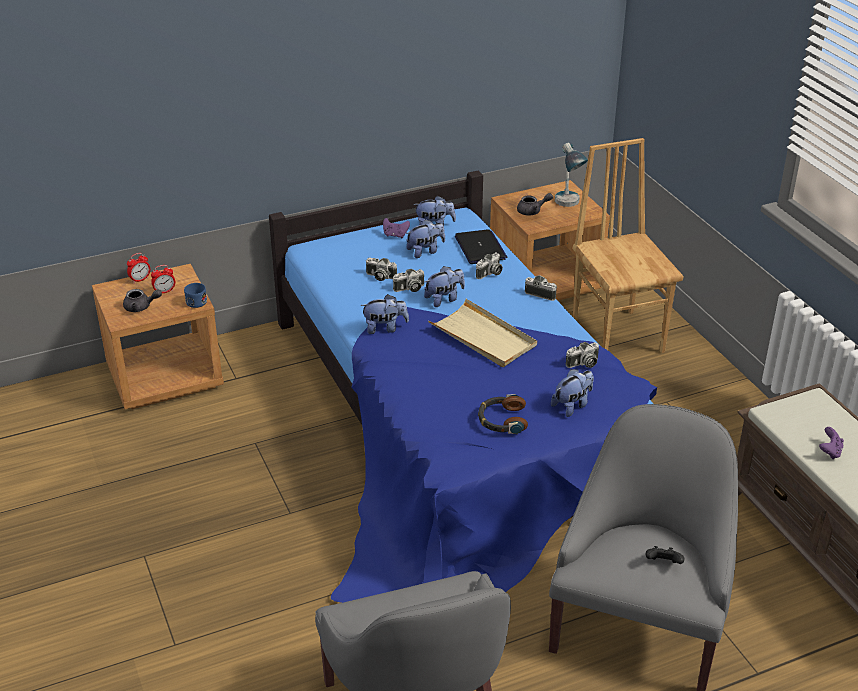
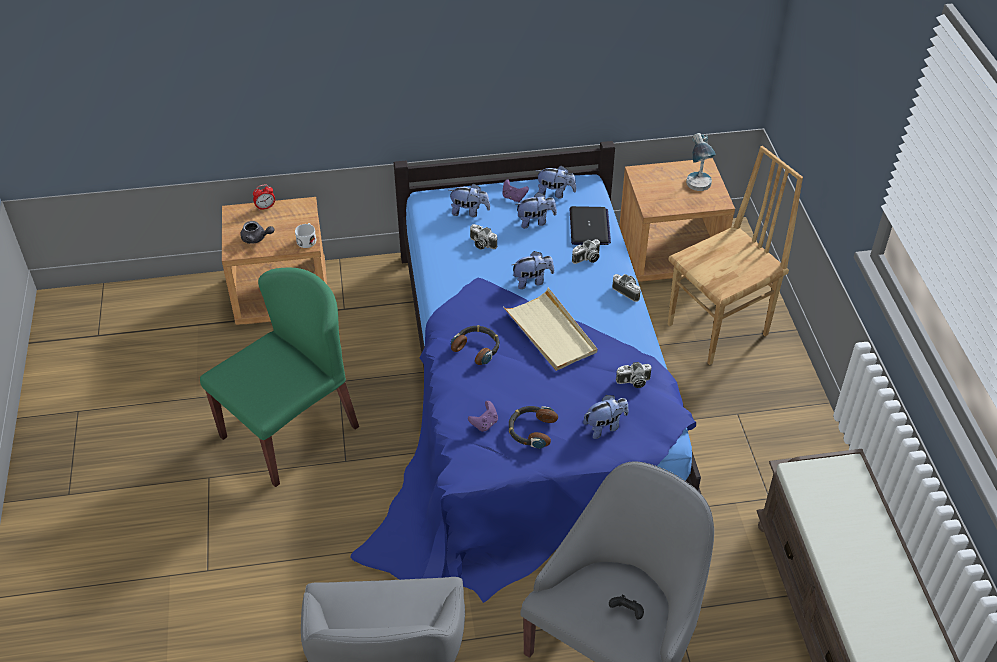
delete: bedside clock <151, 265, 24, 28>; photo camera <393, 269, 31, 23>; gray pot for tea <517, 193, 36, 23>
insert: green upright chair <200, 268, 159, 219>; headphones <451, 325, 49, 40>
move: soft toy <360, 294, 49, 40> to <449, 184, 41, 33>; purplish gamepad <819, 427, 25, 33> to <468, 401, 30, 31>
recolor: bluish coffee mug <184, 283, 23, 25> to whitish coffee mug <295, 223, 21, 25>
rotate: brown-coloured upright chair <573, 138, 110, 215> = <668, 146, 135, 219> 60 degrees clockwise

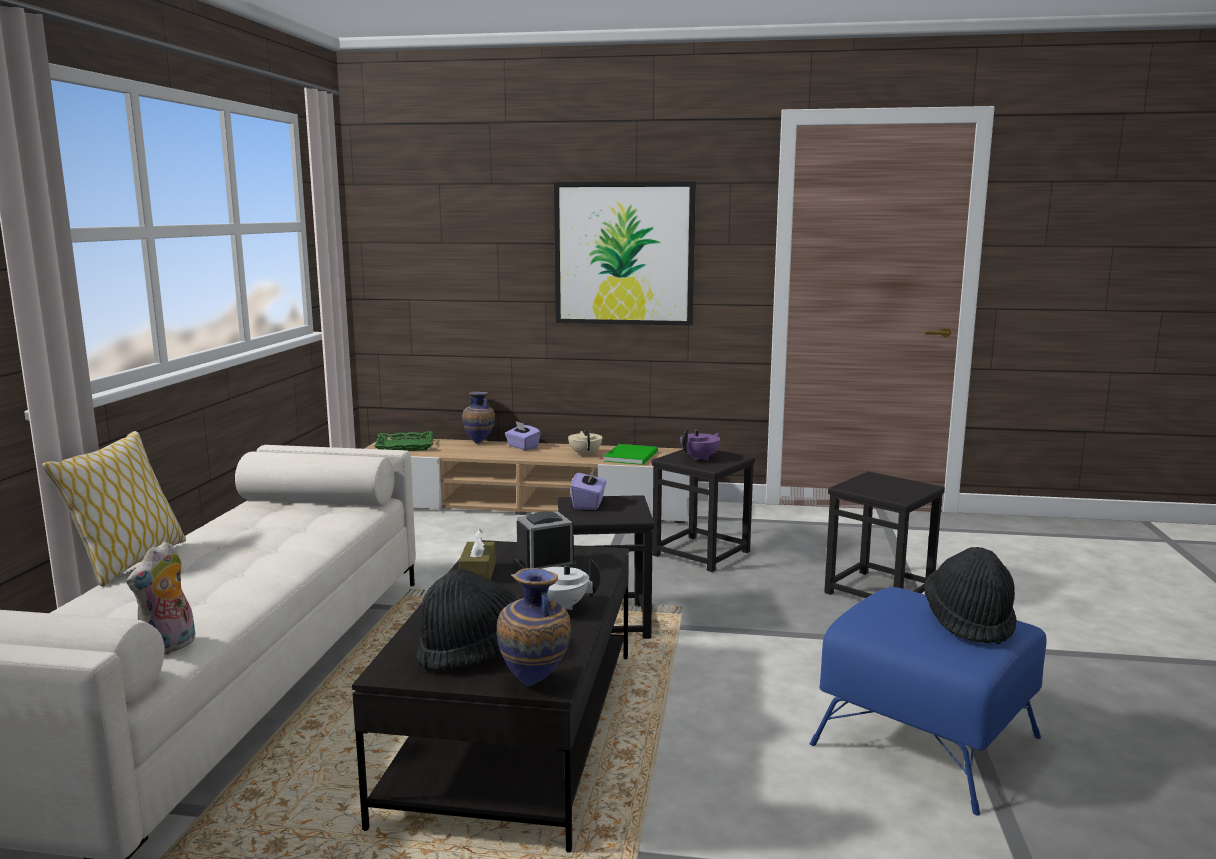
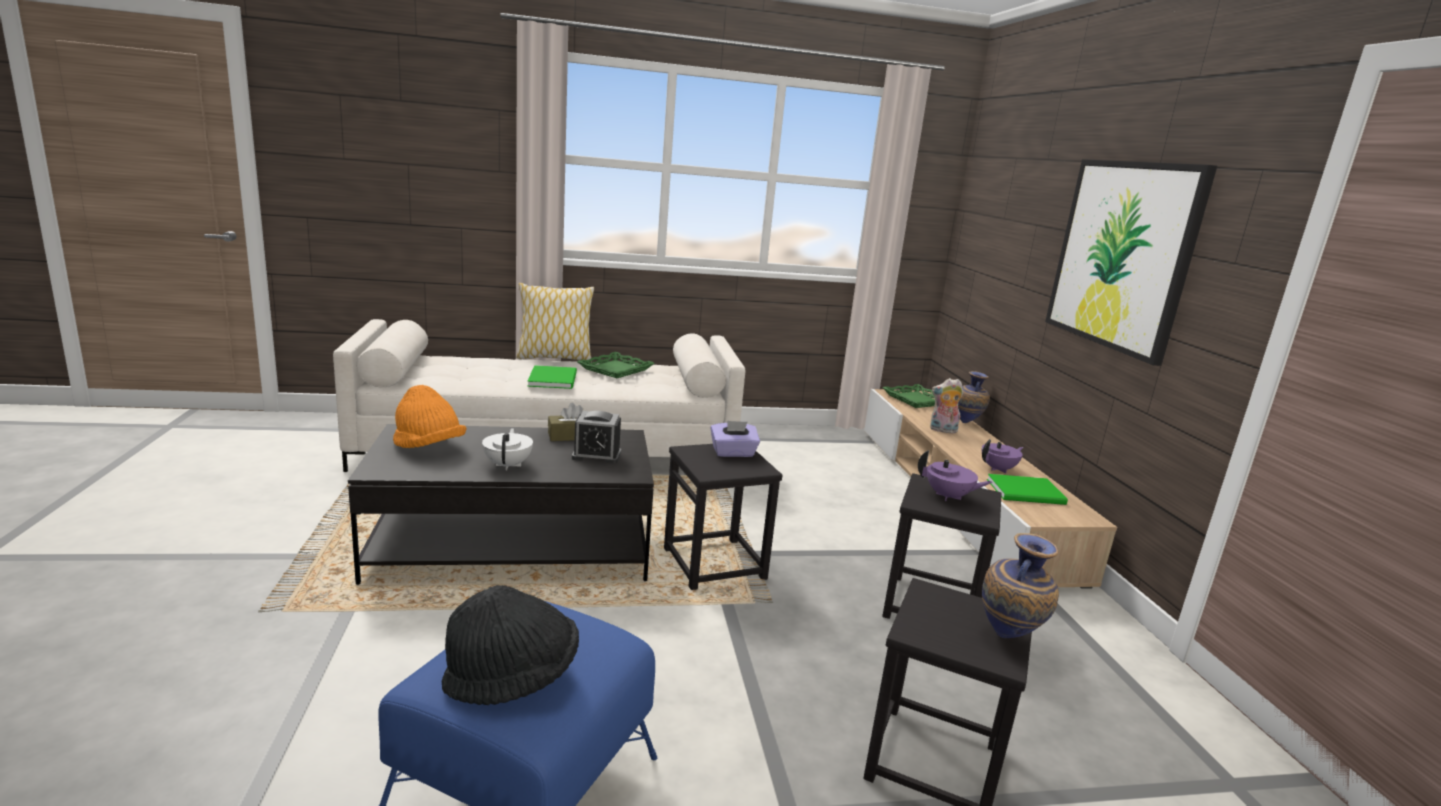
delete: purplish box of tissues <505, 421, 36, 29>
insert: green book <528, 365, 49, 24>; green serving tray <577, 352, 78, 26>
move: soft toy <127, 541, 68, 114> to <930, 378, 33, 55>; decorative vase <497, 568, 74, 119> to <982, 533, 77, 105>
recolor: black-coloured wearable hat <416, 569, 104, 102> to orangey wearable hat <393, 385, 73, 63>; sand-coloured pot for tea <568, 429, 34, 28> to purplish pot for tea <982, 439, 41, 34>
rotate: bedside clock <515, 511, 61, 59> = <572, 411, 49, 53> 135 degrees clockwise

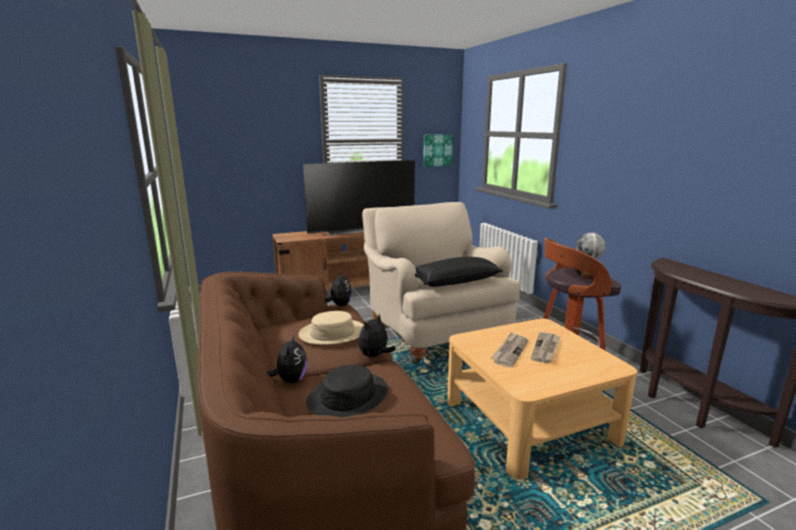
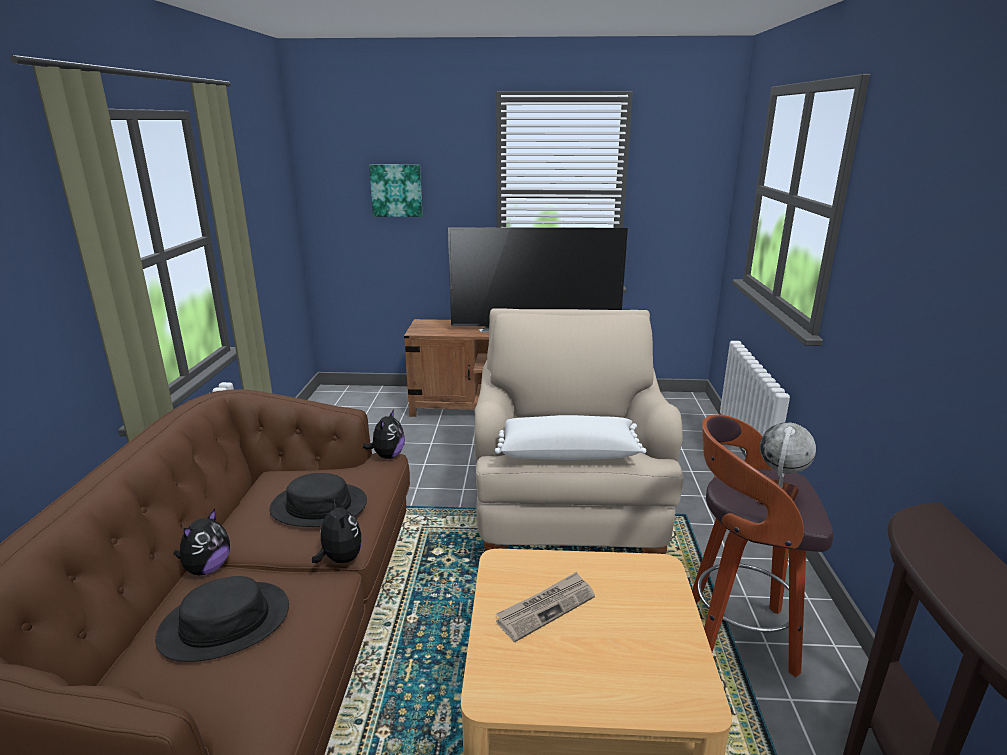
delete: daily paper <531, 332, 29, 31>
move: wall art <423, 134, 30, 33> to <369, 165, 54, 52>
recolor: sand-coloured wearable hat <299, 311, 65, 34> to black-coloured wearable hat <269, 473, 98, 54>; black-coloured cushion <415, 257, 88, 30> to whitish cushion <495, 415, 151, 45>
rotate: soft toy <358, 314, 38, 43> = <312, 498, 50, 65> 90 degrees clockwise

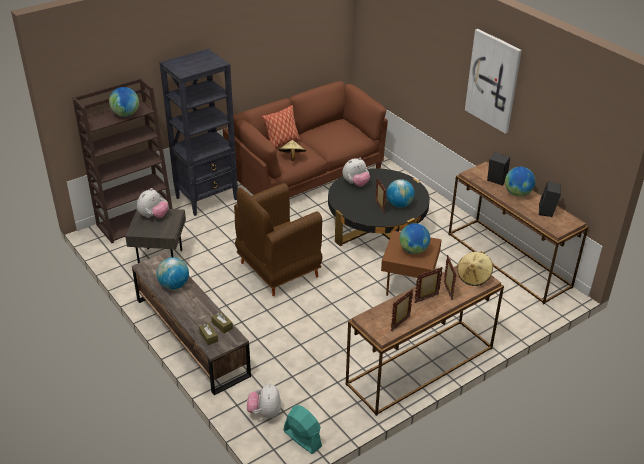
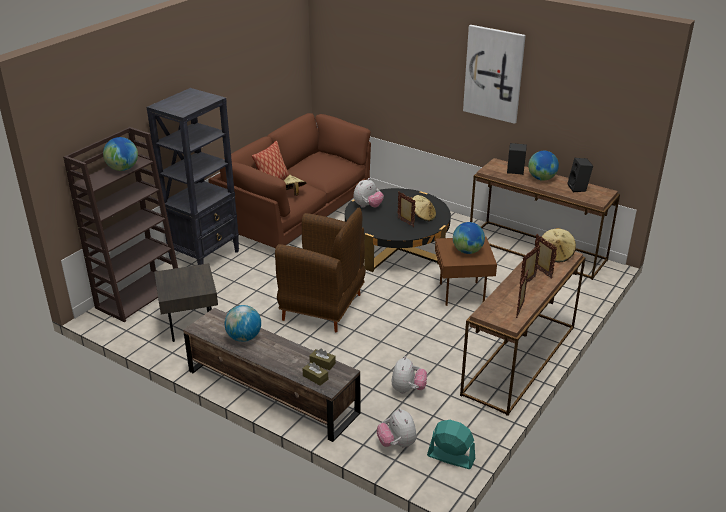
move: soft toy <137, 188, 31, 30> to <391, 356, 36, 38>
replace: globe <387, 179, 28, 28> to sand-coloured wearable hat <411, 195, 25, 26>
rotate: brown-coloured easy chair <234, 183, 89, 113> = <275, 208, 91, 124> 105 degrees counterclockwise

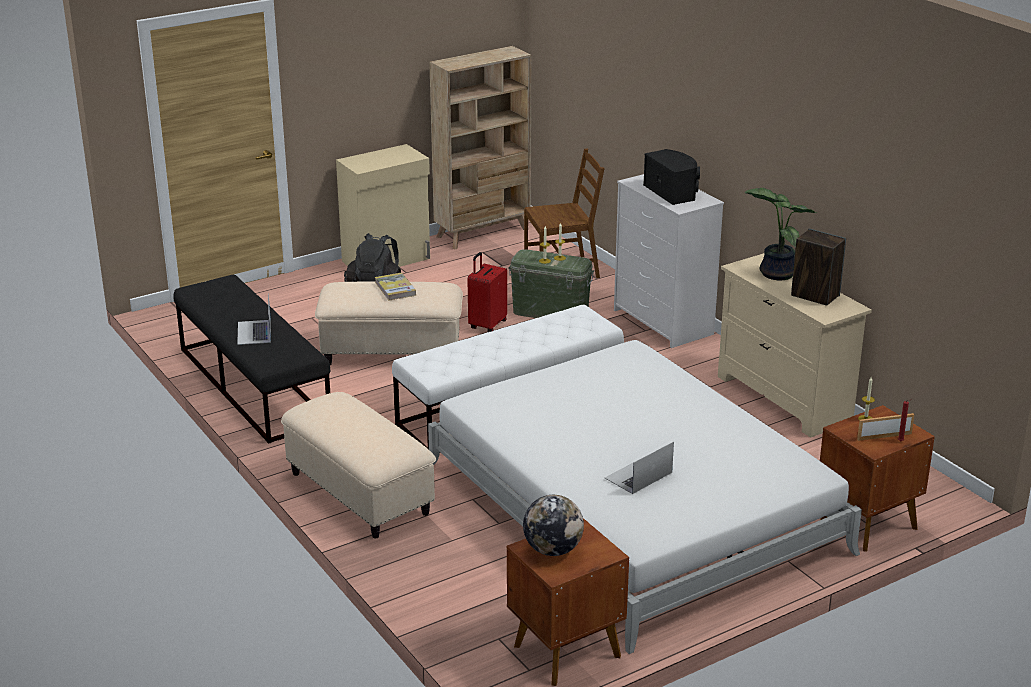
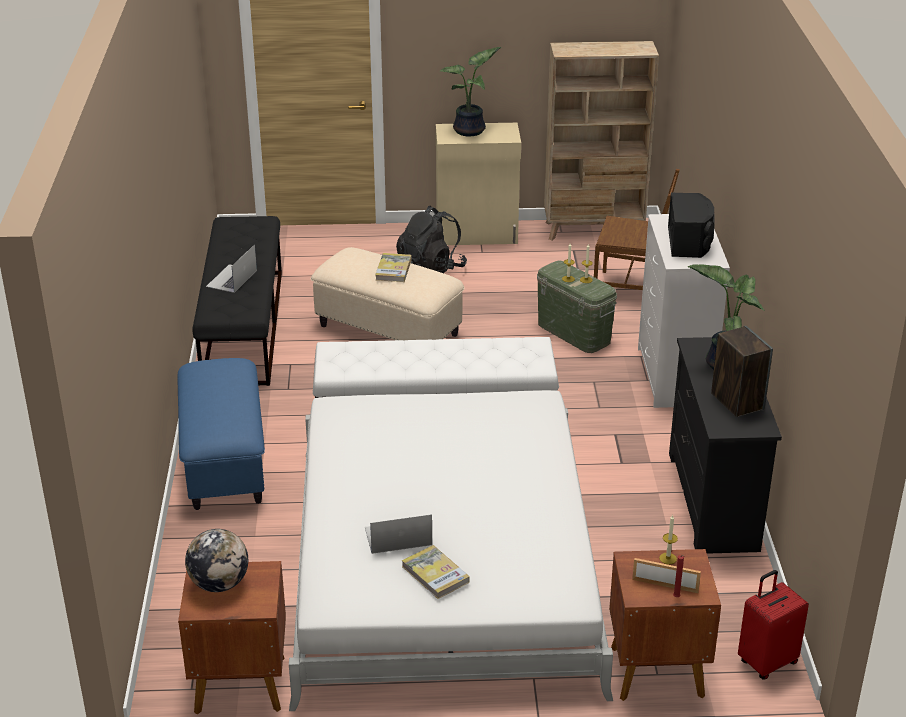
insert: book <402, 545, 67, 54>; houseplant <440, 47, 61, 89>
move: red-coloured travel case <467, 252, 40, 80> to <738, 570, 71, 110>
recolor: sand-coloured ottoman <281, 392, 155, 147> to bluish ottoman <177, 358, 88, 152>; sand-coloured chest of drawers <718, 253, 154, 185> to black-coloured chest of drawers <669, 337, 113, 217>

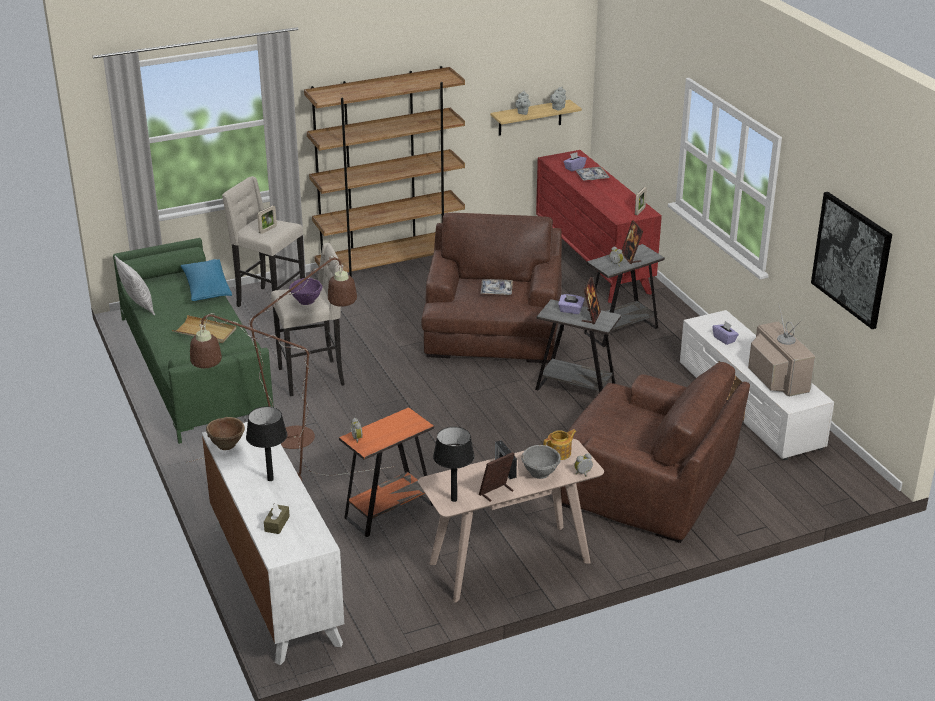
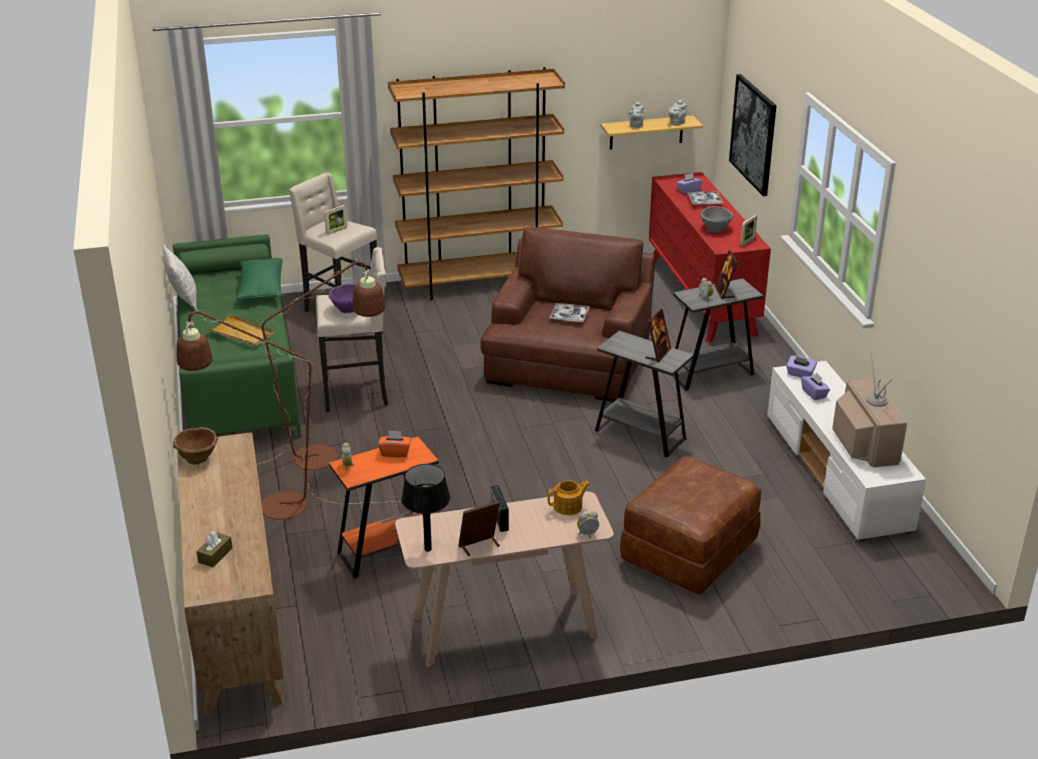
delete: black-coloured table lamp <246, 406, 41, 75>
insert: orangey box of tissues <378, 430, 33, 27>
move: gray serving bowl <521, 445, 40, 34> to <700, 206, 33, 27>; purplish box of tissues <558, 294, 27, 20> to <786, 355, 31, 22>; wall art <811, 192, 81, 137> to <729, 74, 47, 122>
replace: brown-coloured easy chair <560, 362, 190, 181> to brown-coloured ottoman <620, 456, 141, 139>
recolor: bluish cushion <181, 259, 51, 42> to green cushion <237, 258, 46, 42>; whitish chest of drawers <202, 422, 142, 243> to brown-coloured chest of drawers <177, 432, 109, 285>

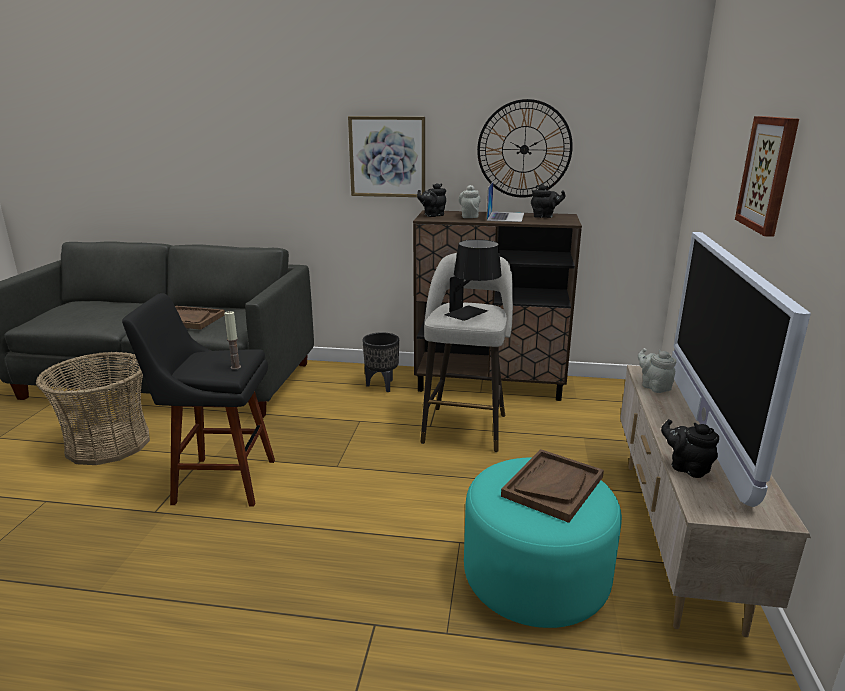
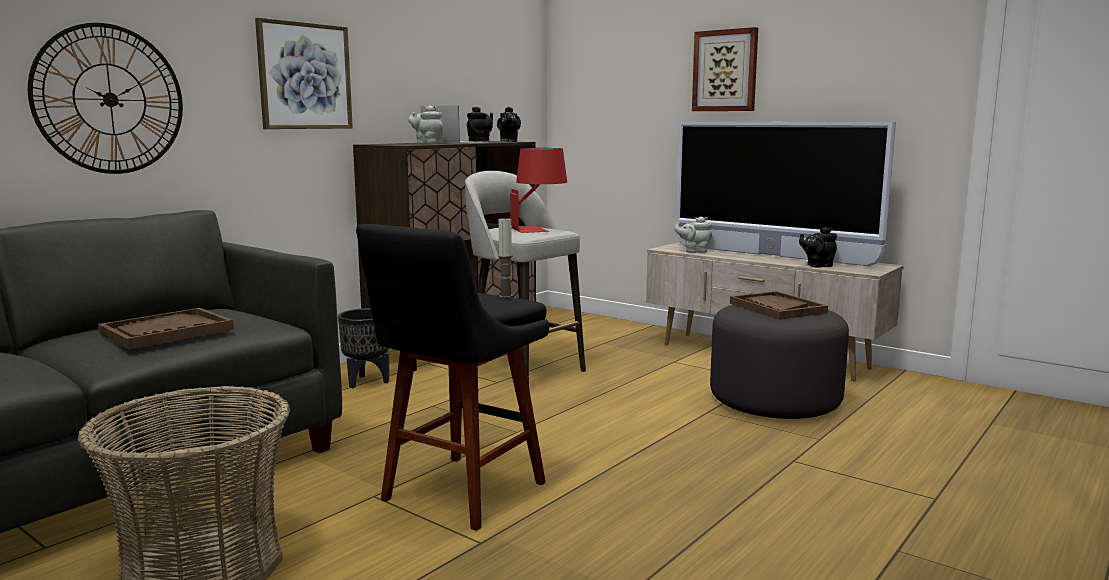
move: black-coloured pot for tea <417, 183, 29, 34> to <497, 107, 24, 35>; clock on the wall <477, 99, 96, 98> to <28, 23, 155, 151>
recolor: black-coloured table lamp <444, 239, 57, 82> to red-coloured table lamp <510, 148, 57, 85>; turquoise ottoman <464, 457, 158, 171> to gray ottoman <710, 305, 139, 114>

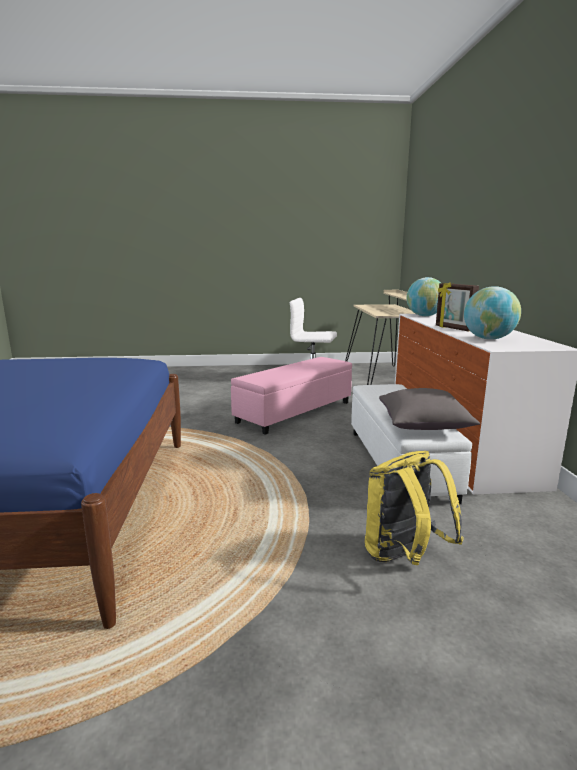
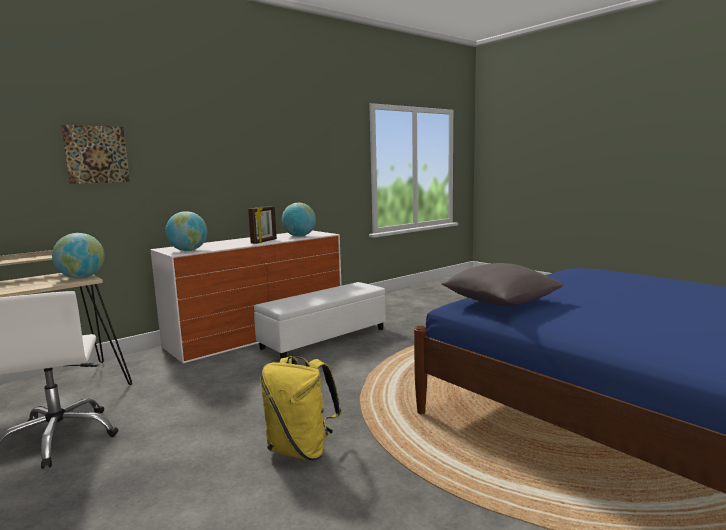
delete: pink ottoman <231, 357, 121, 78>
insert: globe <52, 233, 53, 46>; wall art <61, 125, 69, 59>
move: yellow-coloured rucksack <365, 451, 99, 114> to <261, 356, 81, 104>; gray cushion <379, 388, 101, 42> to <441, 263, 122, 43>

